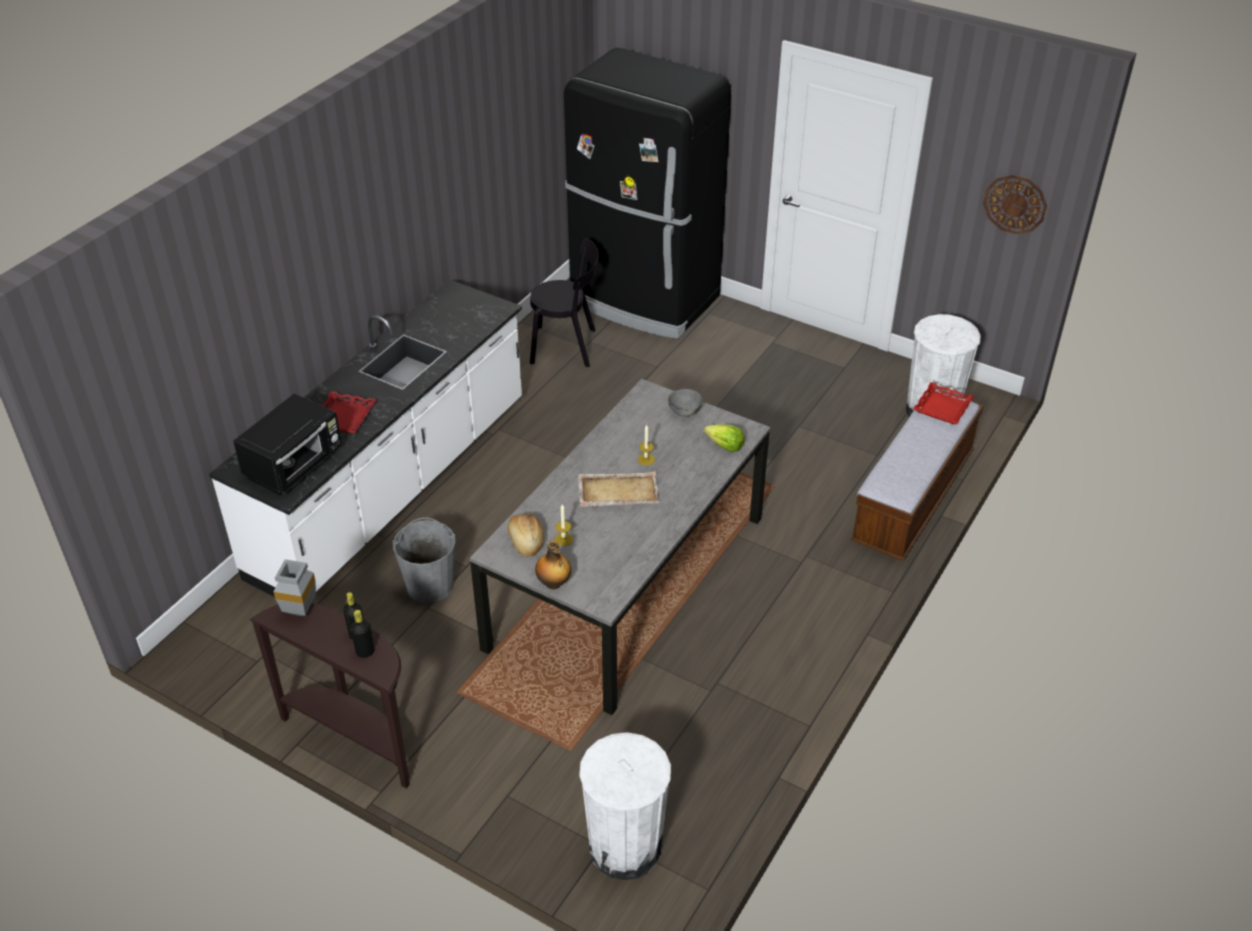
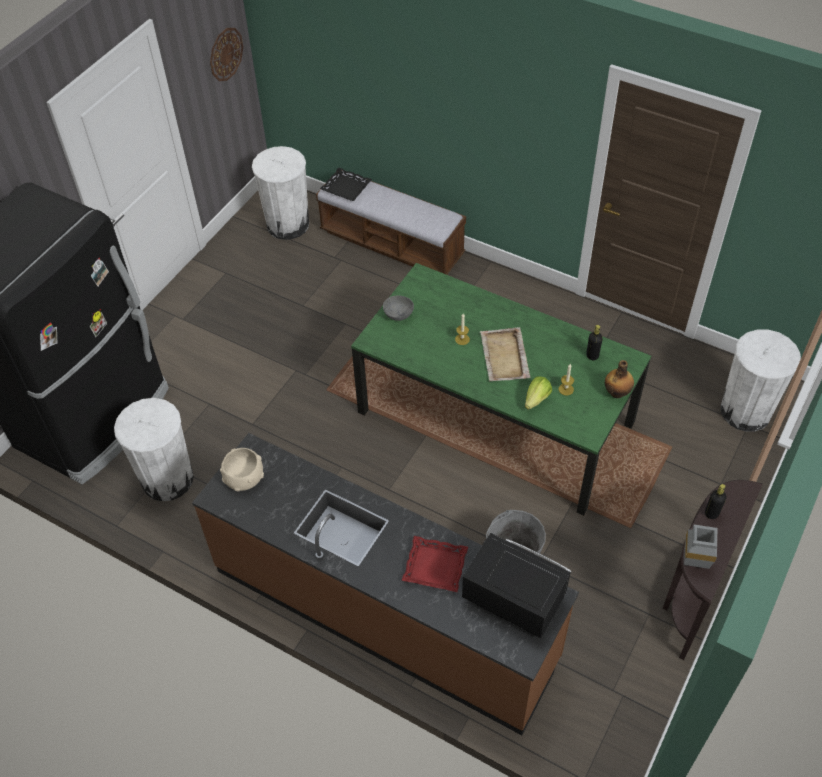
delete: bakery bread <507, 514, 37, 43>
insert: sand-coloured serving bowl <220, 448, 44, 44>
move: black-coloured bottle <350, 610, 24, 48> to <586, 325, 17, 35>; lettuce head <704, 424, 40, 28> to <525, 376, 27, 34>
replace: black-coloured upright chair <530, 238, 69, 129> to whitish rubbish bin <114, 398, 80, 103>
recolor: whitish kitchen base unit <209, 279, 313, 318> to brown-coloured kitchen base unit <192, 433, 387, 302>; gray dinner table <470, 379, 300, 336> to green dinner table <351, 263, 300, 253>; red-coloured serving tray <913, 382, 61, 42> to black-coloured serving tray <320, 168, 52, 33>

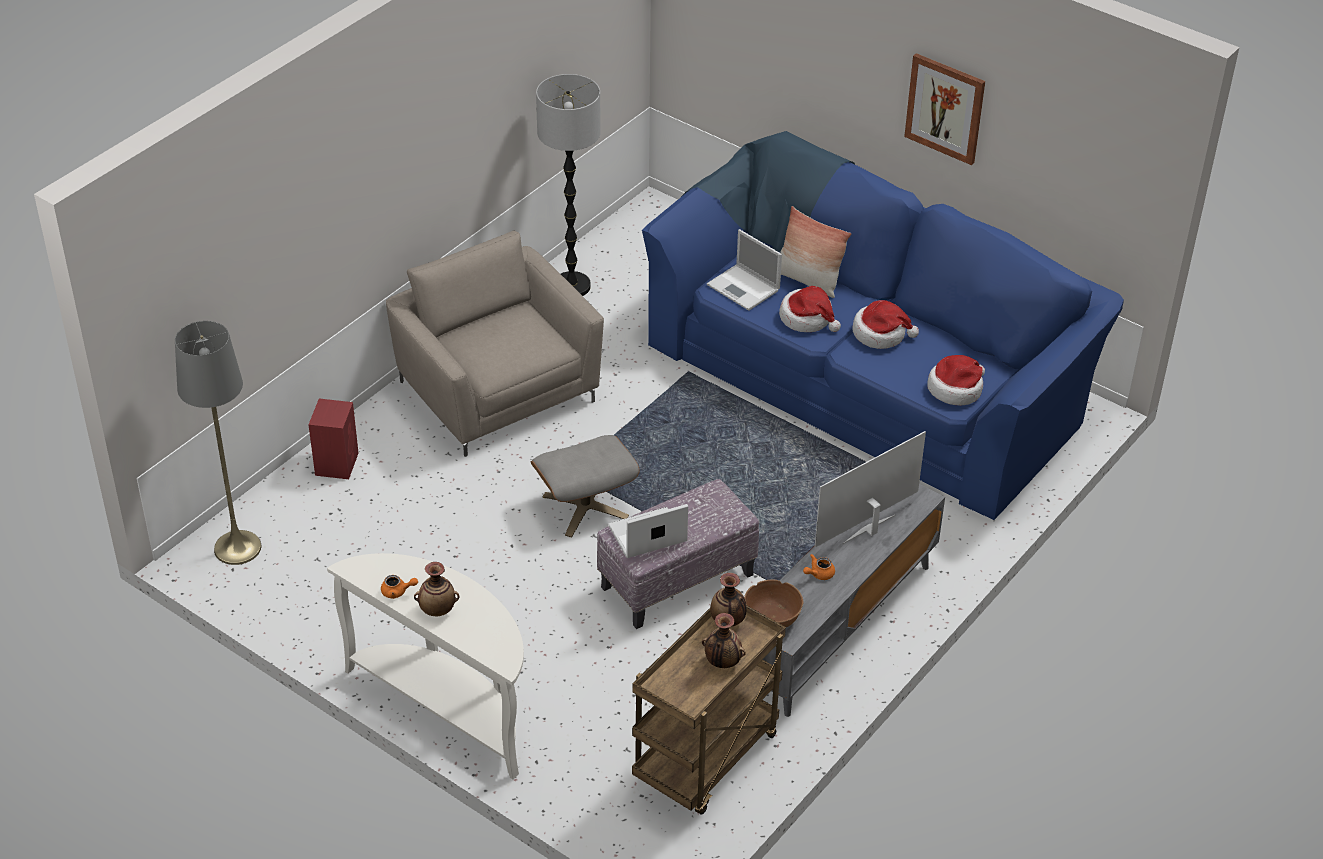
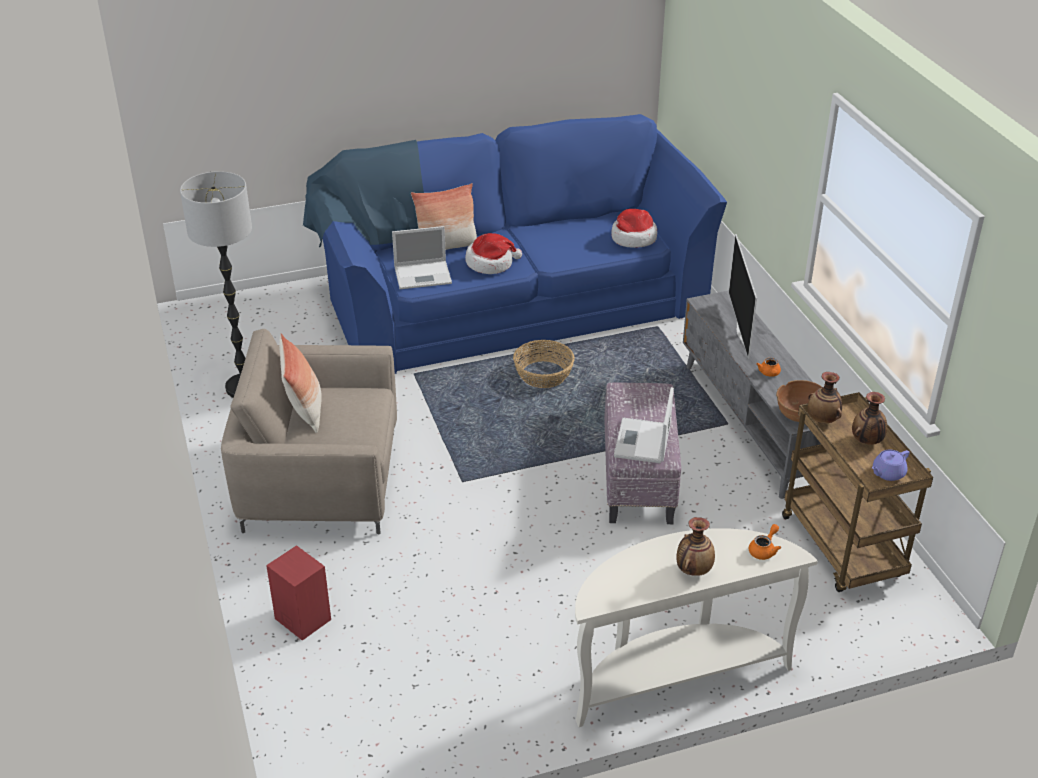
delete: gray standing lamp <175, 321, 86, 244>; gray ottoman <531, 435, 109, 103>; wearable hat <852, 300, 67, 49>; wall art <904, 53, 81, 112>
insert: cushion <279, 333, 43, 100>; storage basket <513, 340, 62, 48>; purplish pot for tea <872, 449, 38, 32>
move: orangey pot for tea <381, 575, 37, 24> to <749, 524, 32, 36>

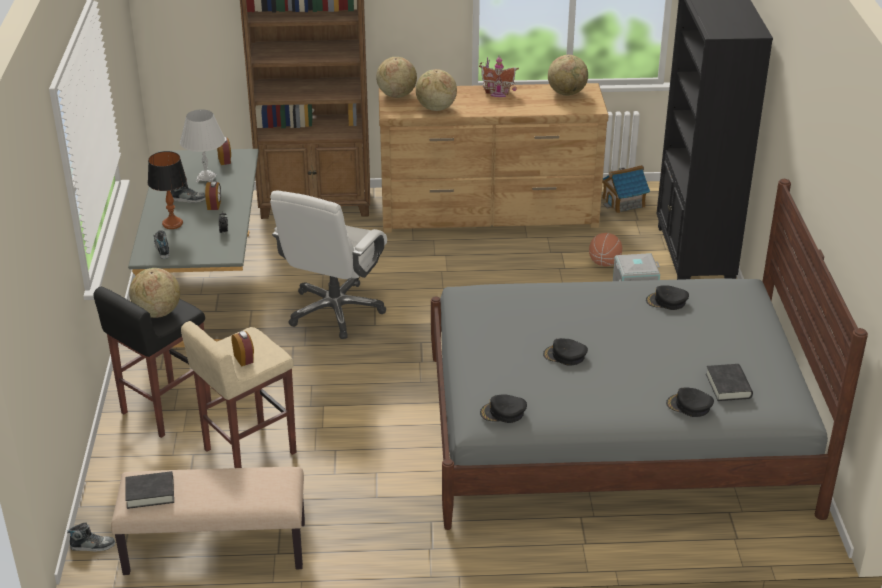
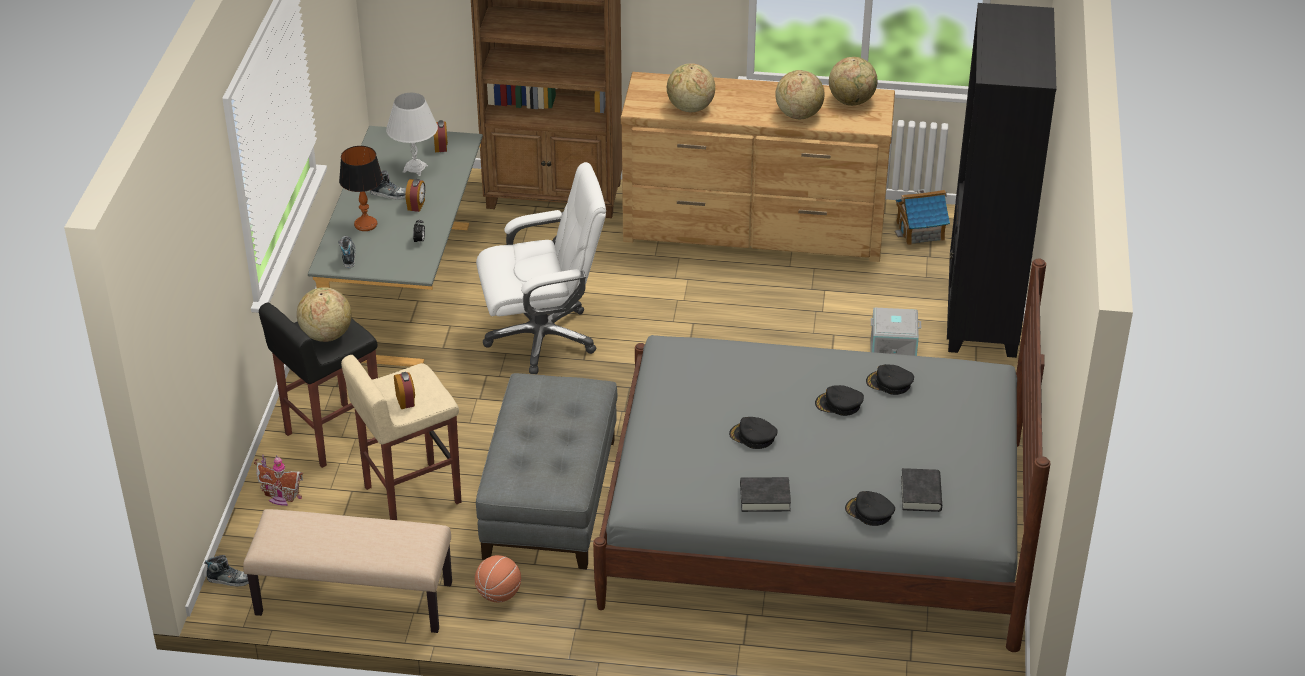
insert: gray ottoman <476, 373, 141, 196>
move: black-coloured book <126, 471, 48, 38> to <740, 477, 51, 35>; globe <376, 57, 41, 41> to <775, 70, 50, 49>; toy house <479, 56, 40, 41> to <254, 454, 49, 52>; black-coloured baseball cap <480, 394, 47, 29> to <815, 385, 49, 31>; basketball <589, 233, 33, 33> to <475, 555, 46, 47>
rotate: whitish office chair <270, 191, 117, 148> = <476, 162, 130, 212> 135 degrees counterclockwise

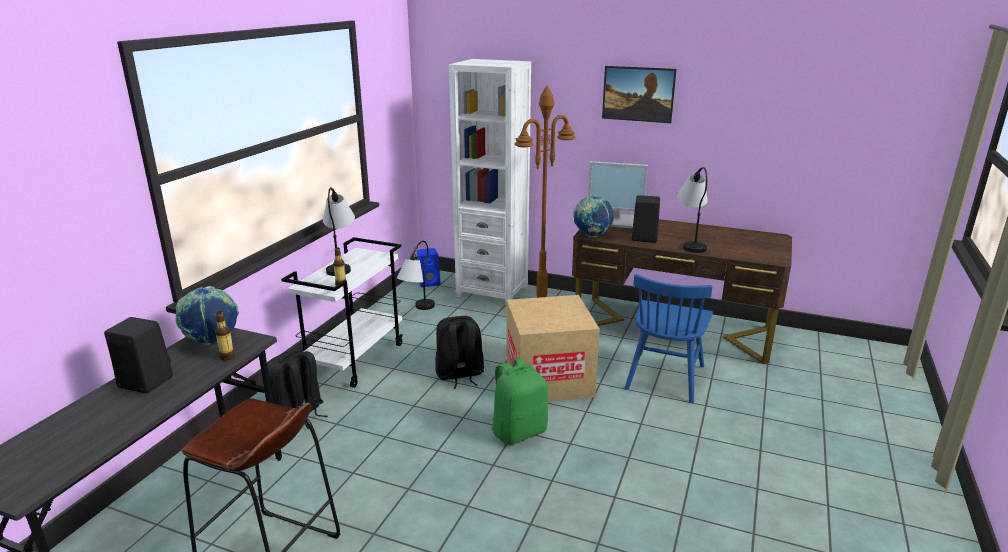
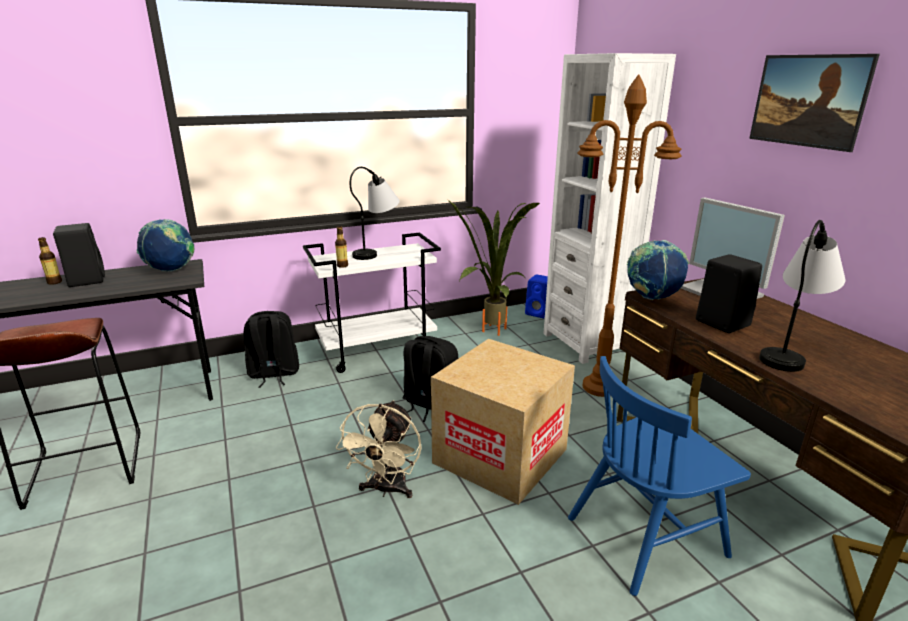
move: bottle <215, 311, 20, 50> to <38, 237, 24, 48>
replace: table lamp <397, 241, 38, 69> to houseplant <447, 199, 94, 137>; green rucksack <492, 358, 56, 87> to sand-coloured cooling fan <336, 400, 86, 98>

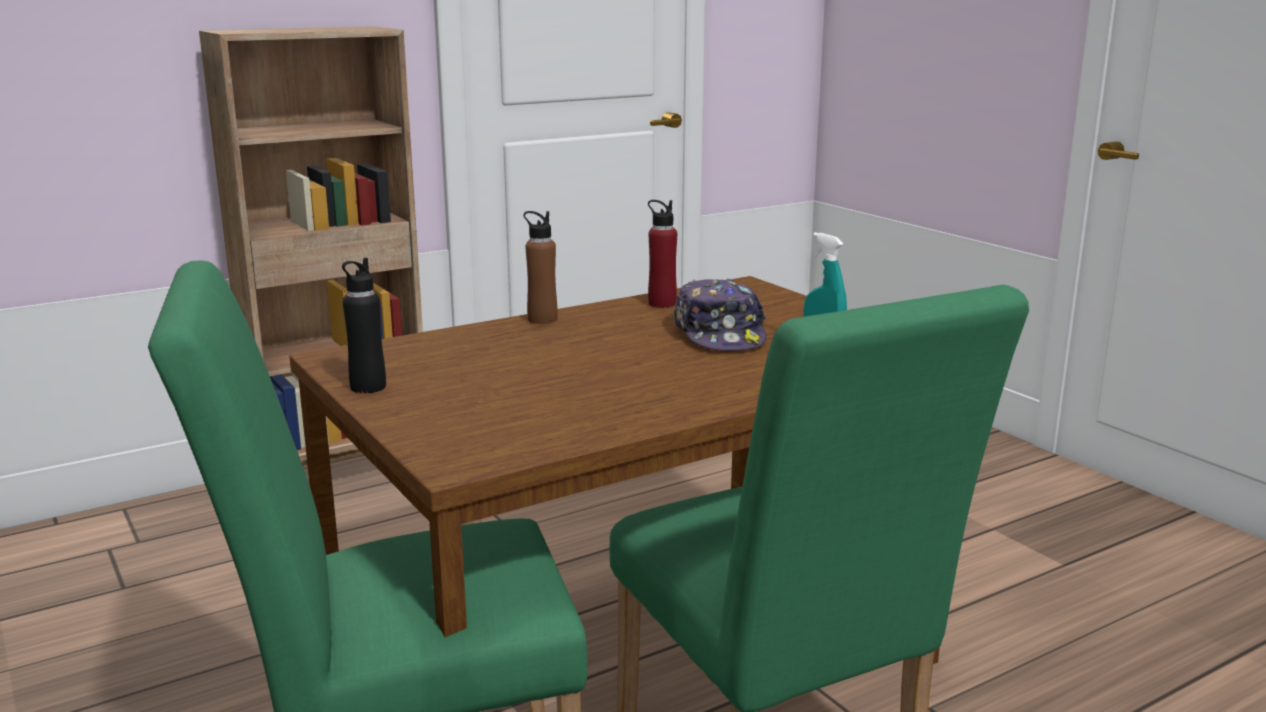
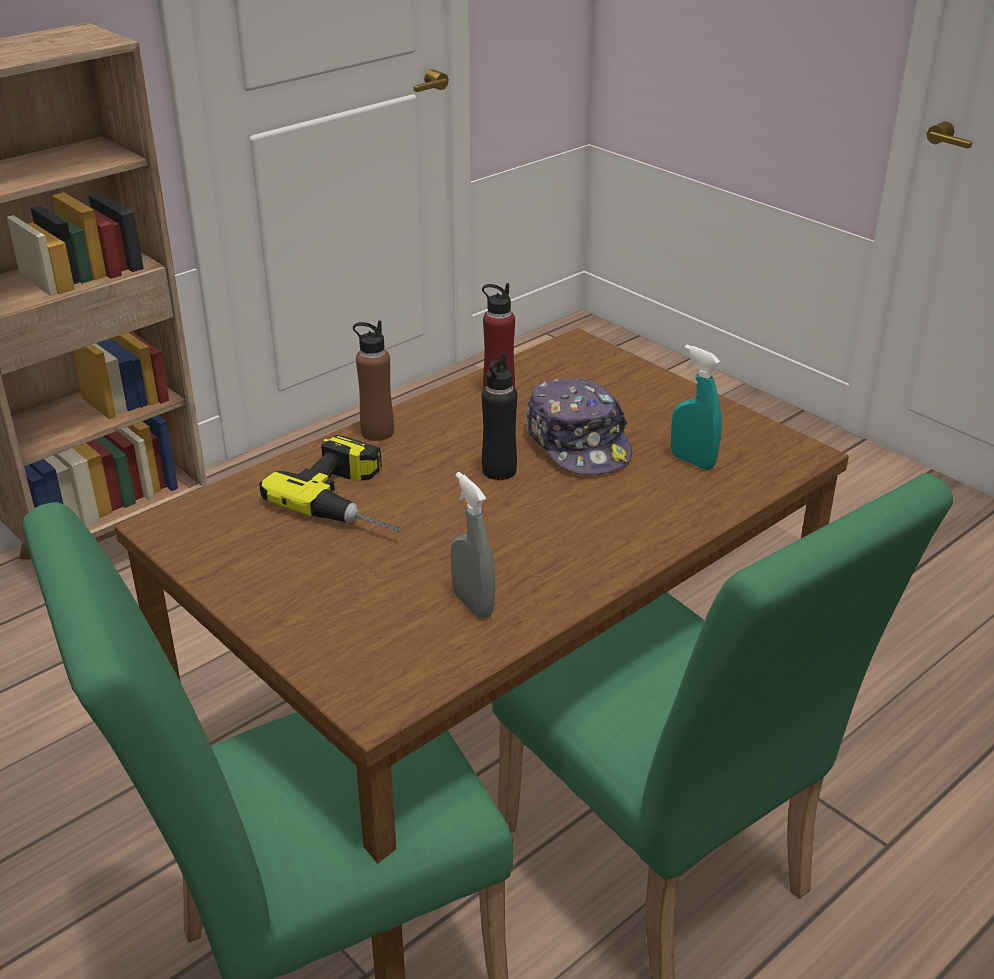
insert: drill <259, 435, 141, 96>; gray hand sprayer <451, 472, 44, 147>
move: black-coloured bottle <342, 258, 44, 135> to <482, 353, 35, 127>

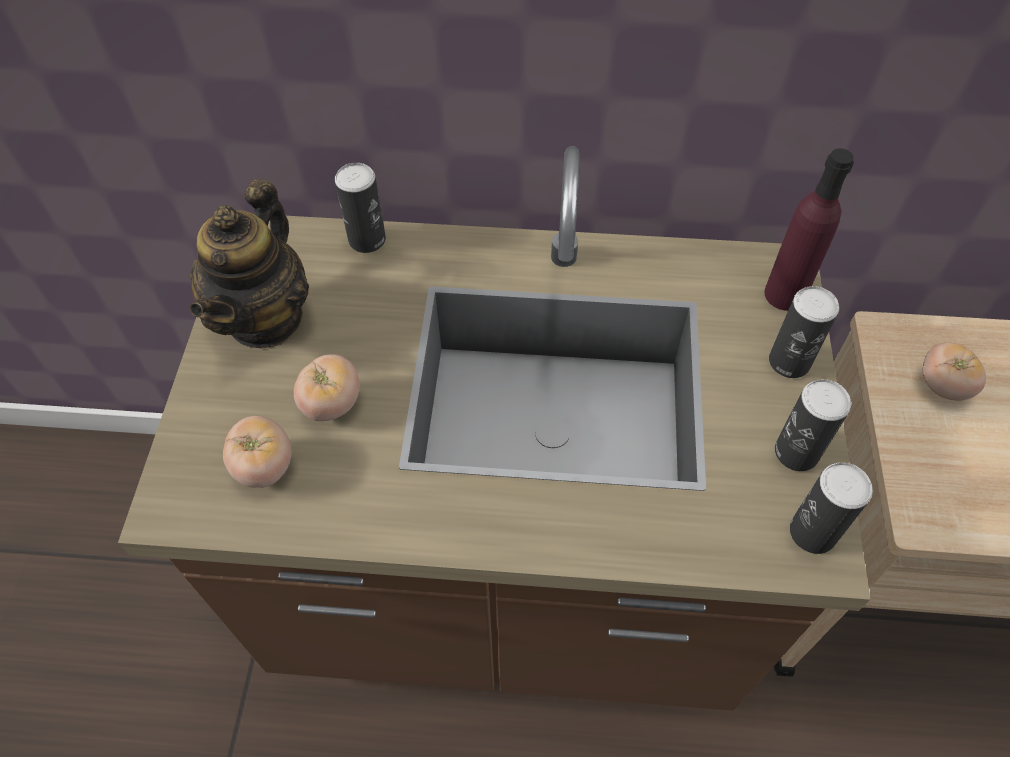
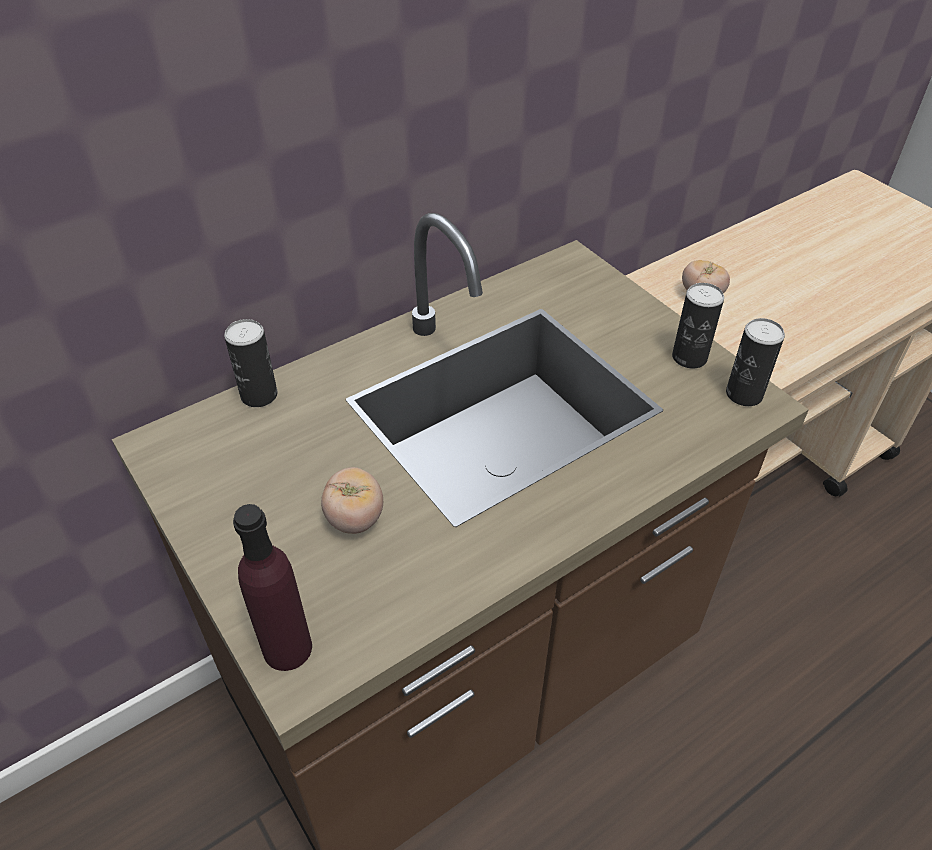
delete: pot for tea <190, 179, 119, 169>; tomato <223, 416, 69, 72>; sealed can <769, 286, 70, 92>
move: purplish bottle <764, 148, 90, 163> to <233, 504, 79, 167>

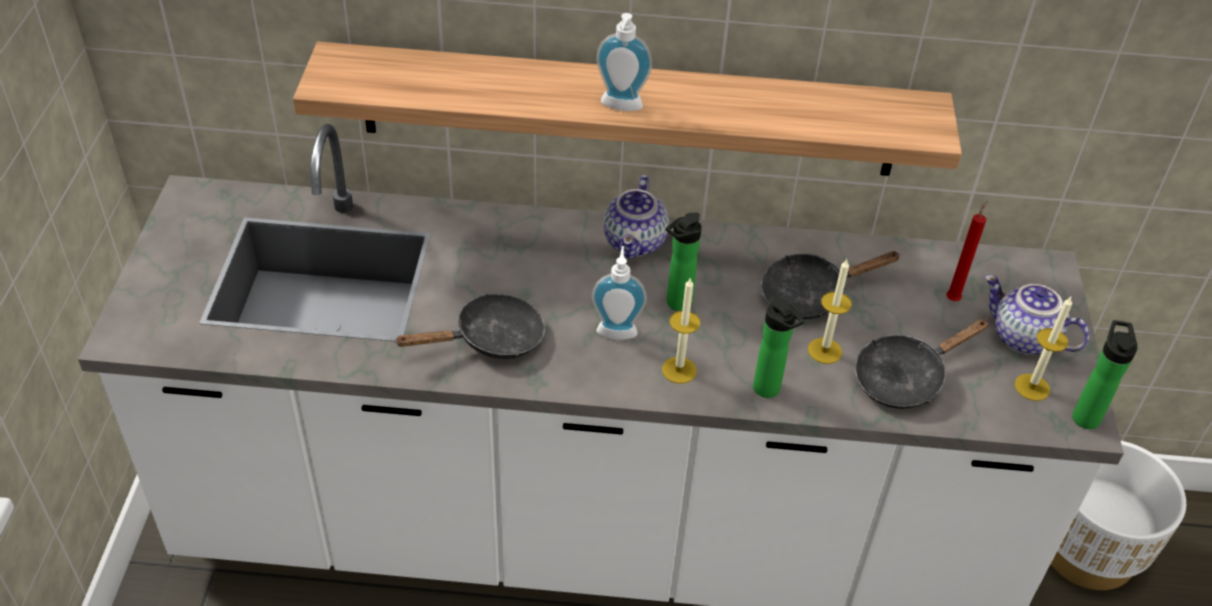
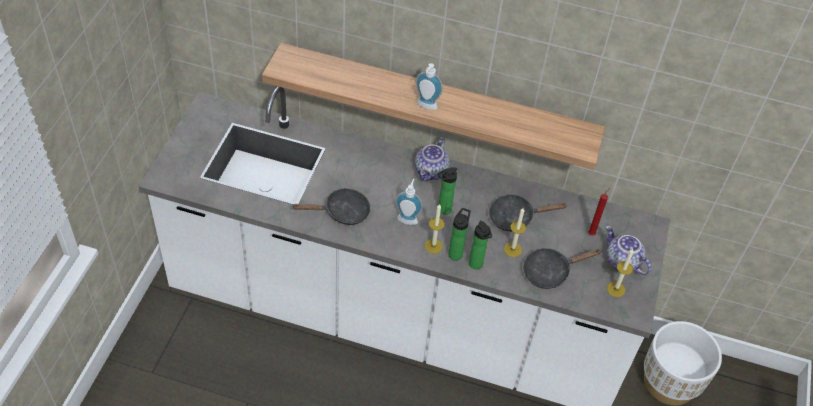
move: bottle <1072, 320, 66, 109> to <448, 208, 23, 53>

